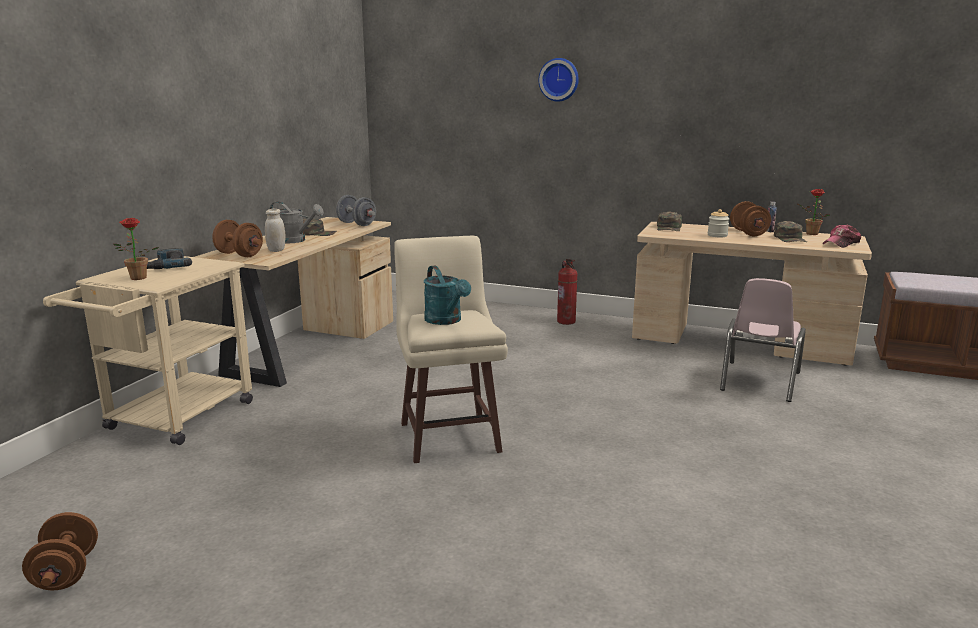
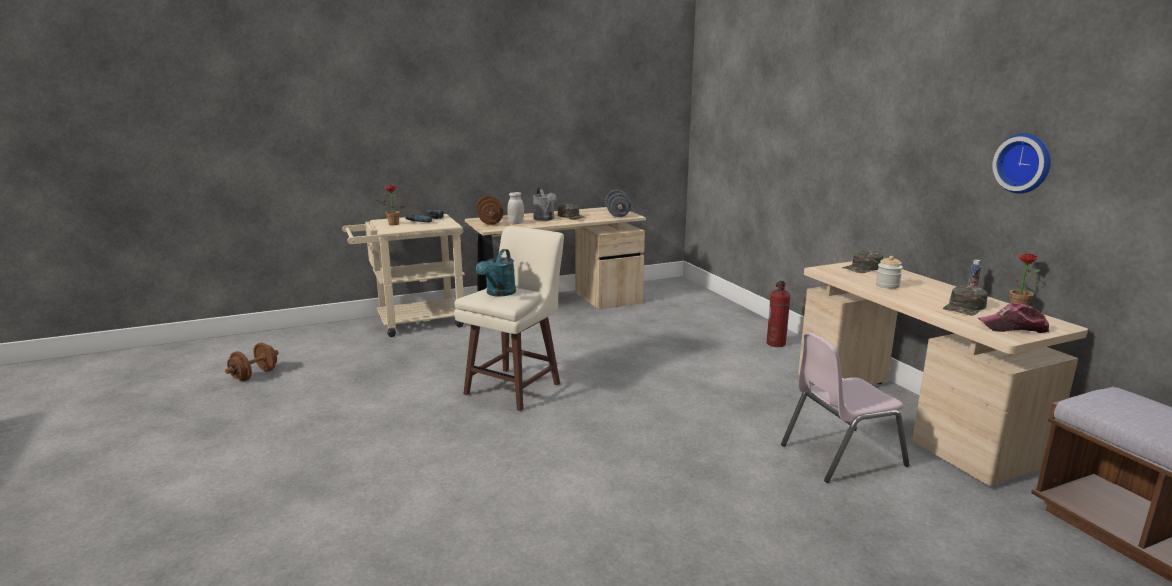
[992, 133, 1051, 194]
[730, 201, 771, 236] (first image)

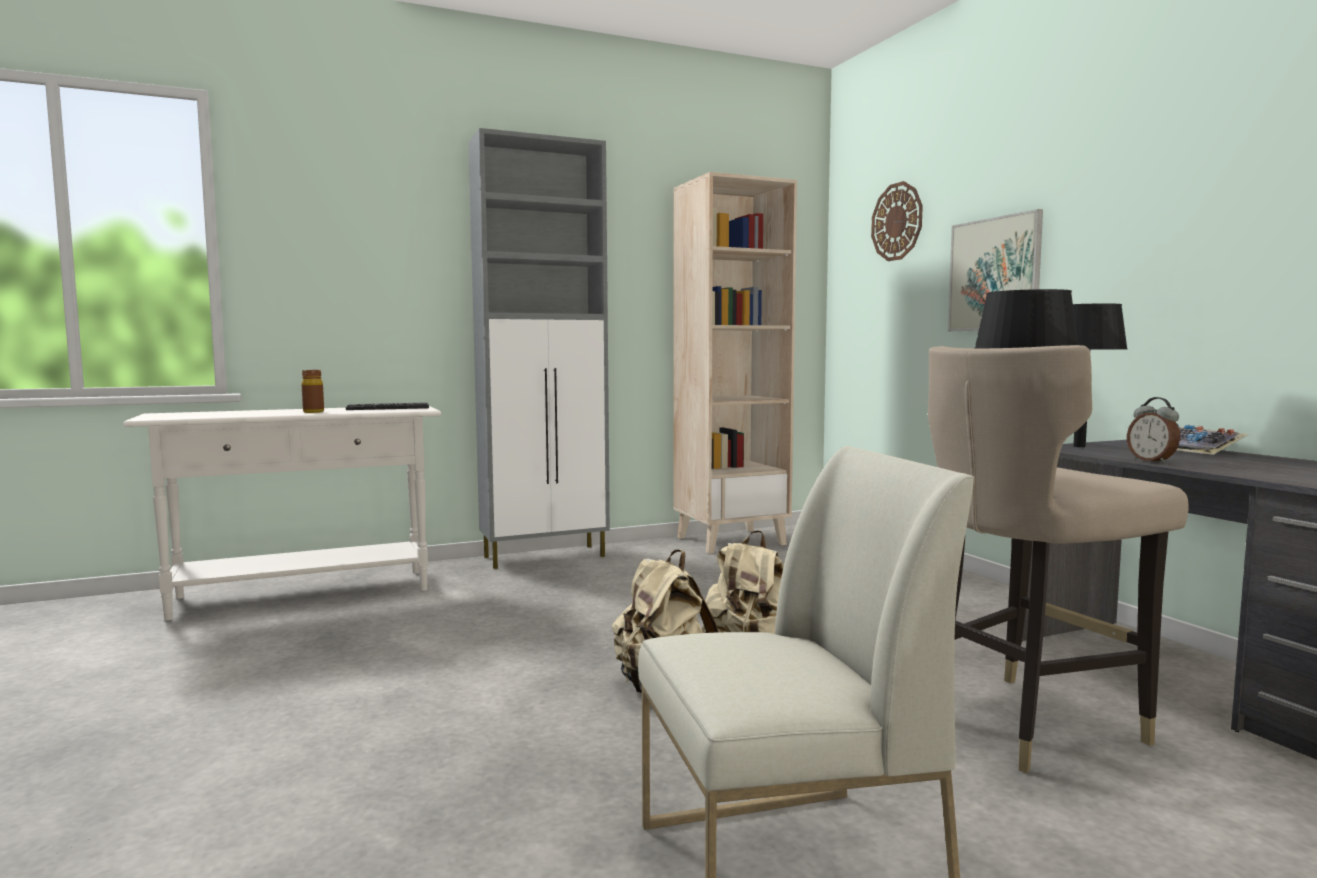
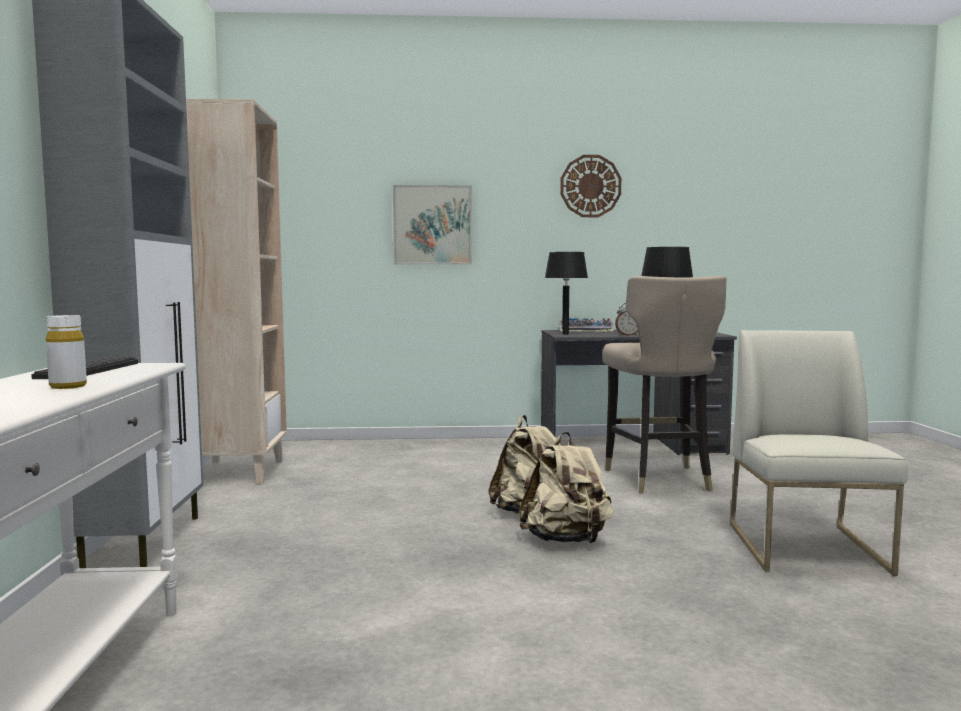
[560, 155, 622, 217]
[46, 315, 87, 389]

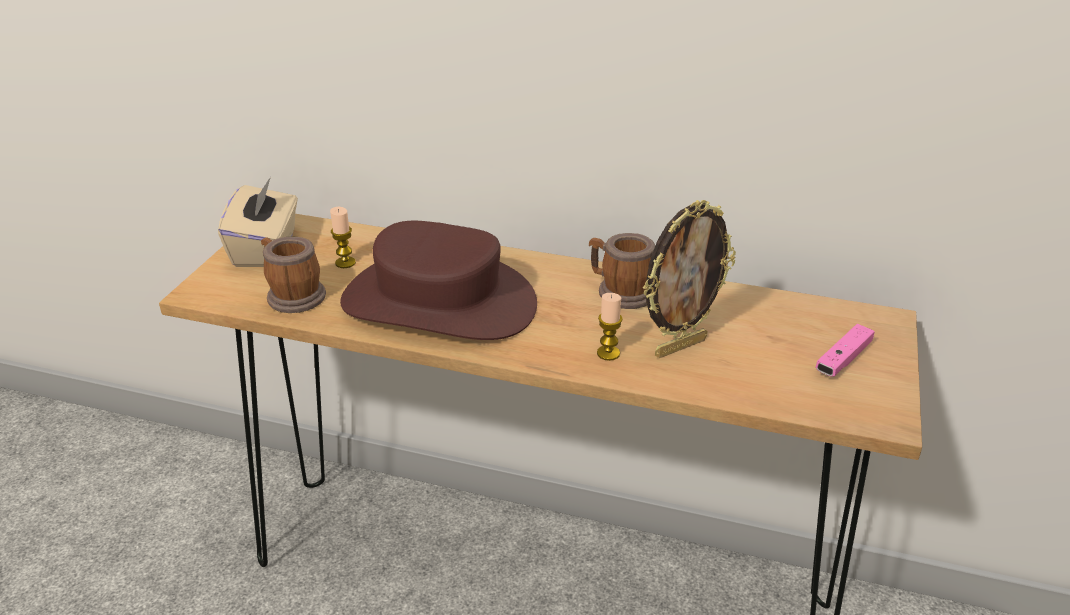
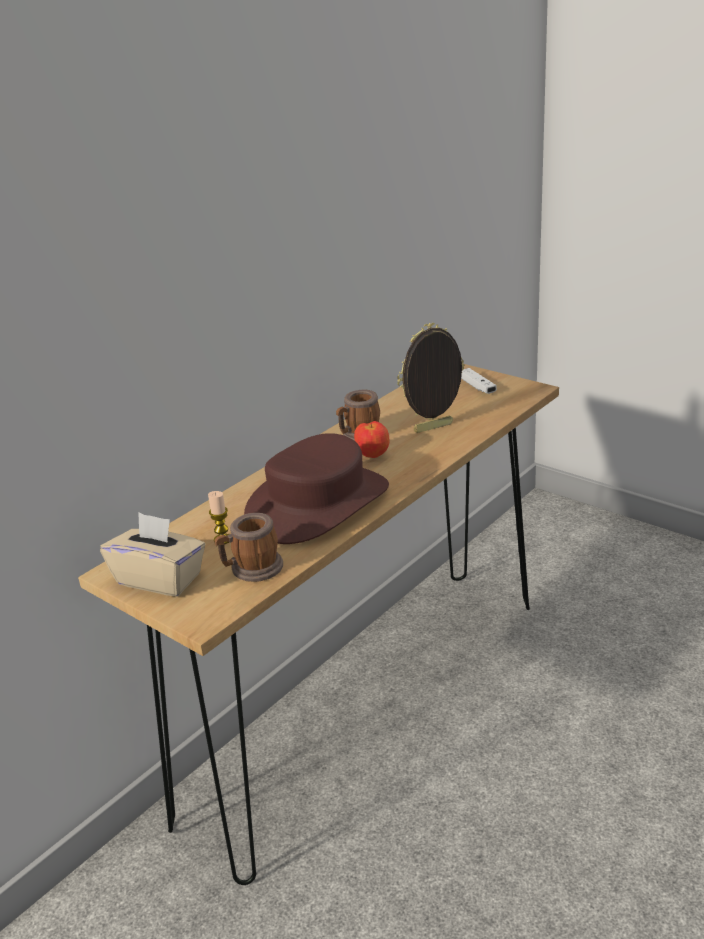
[397, 323, 464, 433]
[597, 293, 623, 361] (first image)
[461, 368, 497, 394]
[354, 421, 390, 458]

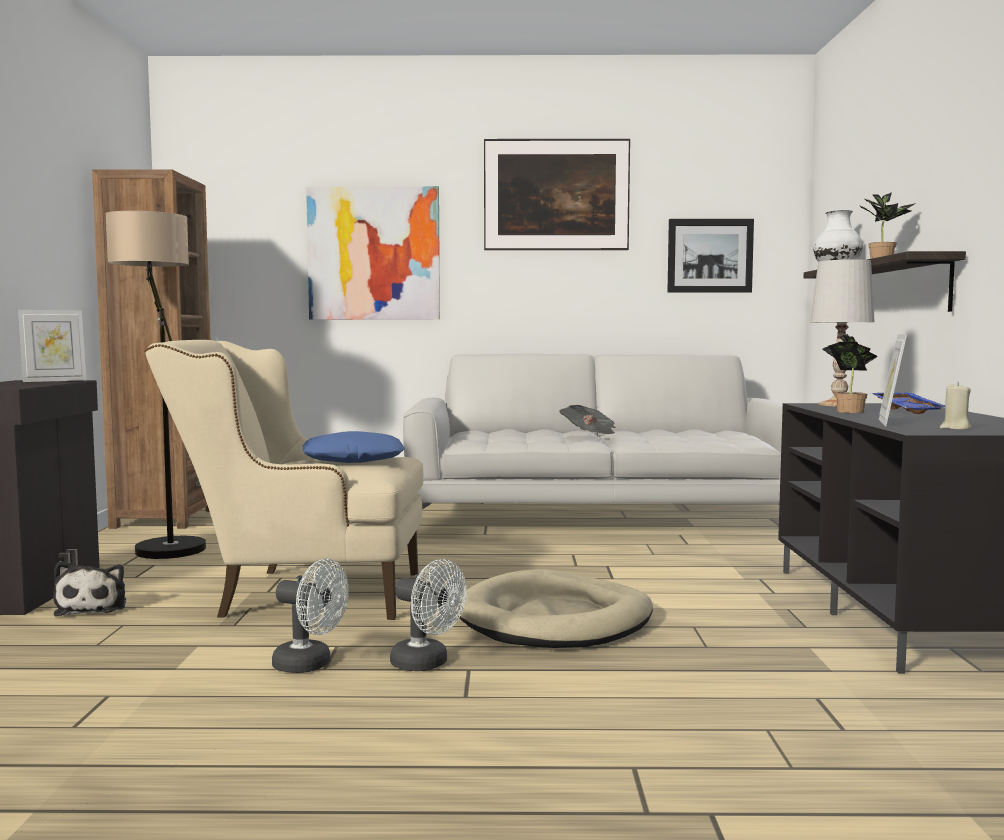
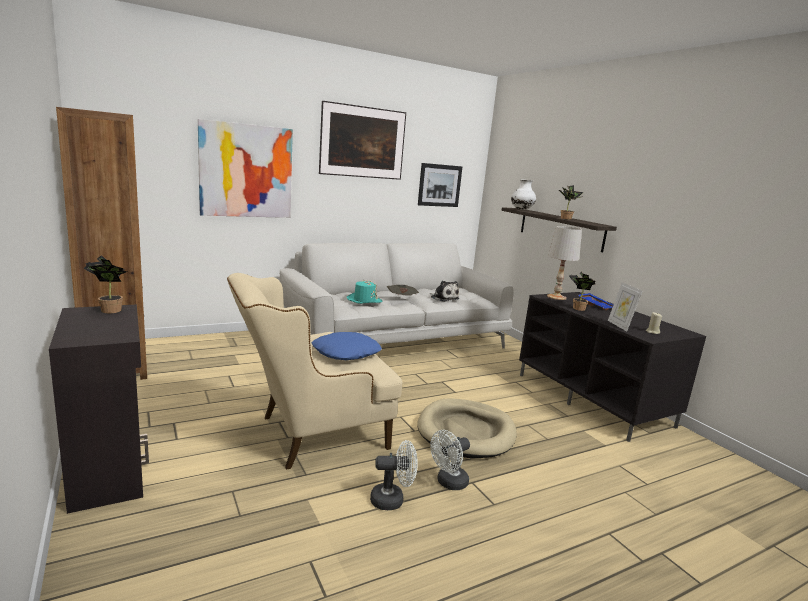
[106, 211, 206, 559] (first image)
[84, 255, 127, 313]
[430, 430, 470, 490]
[431, 281, 459, 302]
[347, 280, 382, 304]

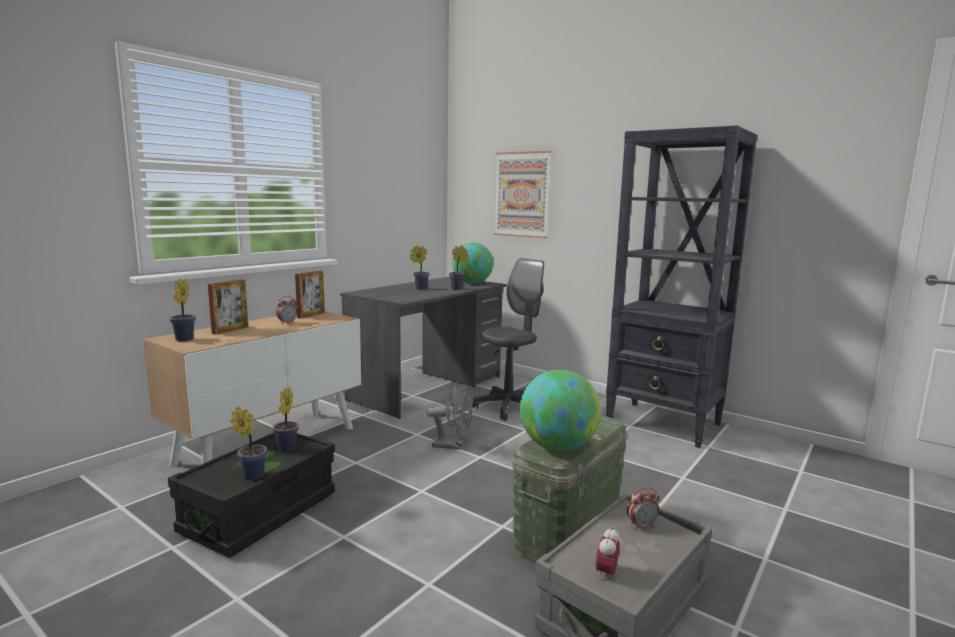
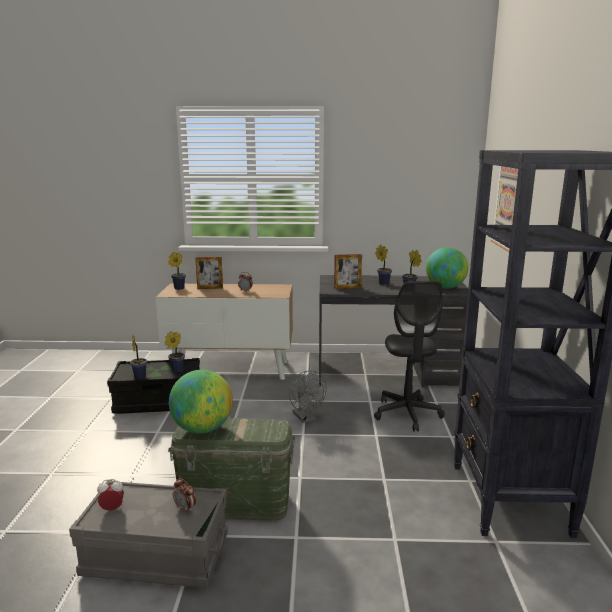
[374, 281, 445, 431]
[334, 254, 362, 289]

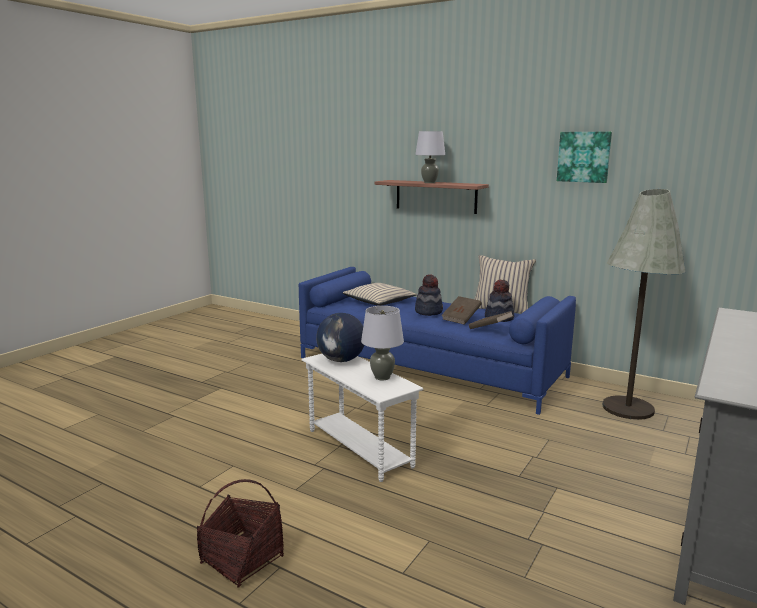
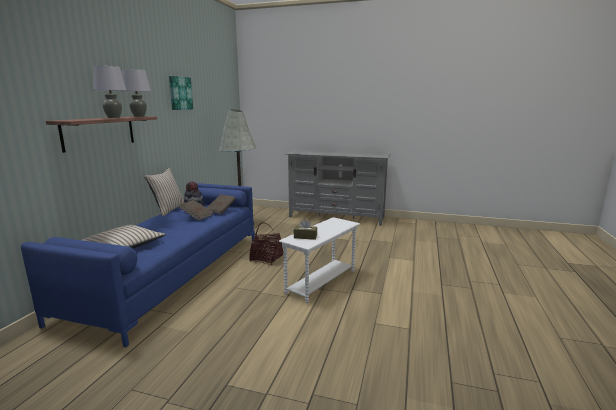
[415, 274, 443, 316] (first image)
[122, 69, 151, 117]
[294, 219, 317, 240]
[250, 222, 283, 265]

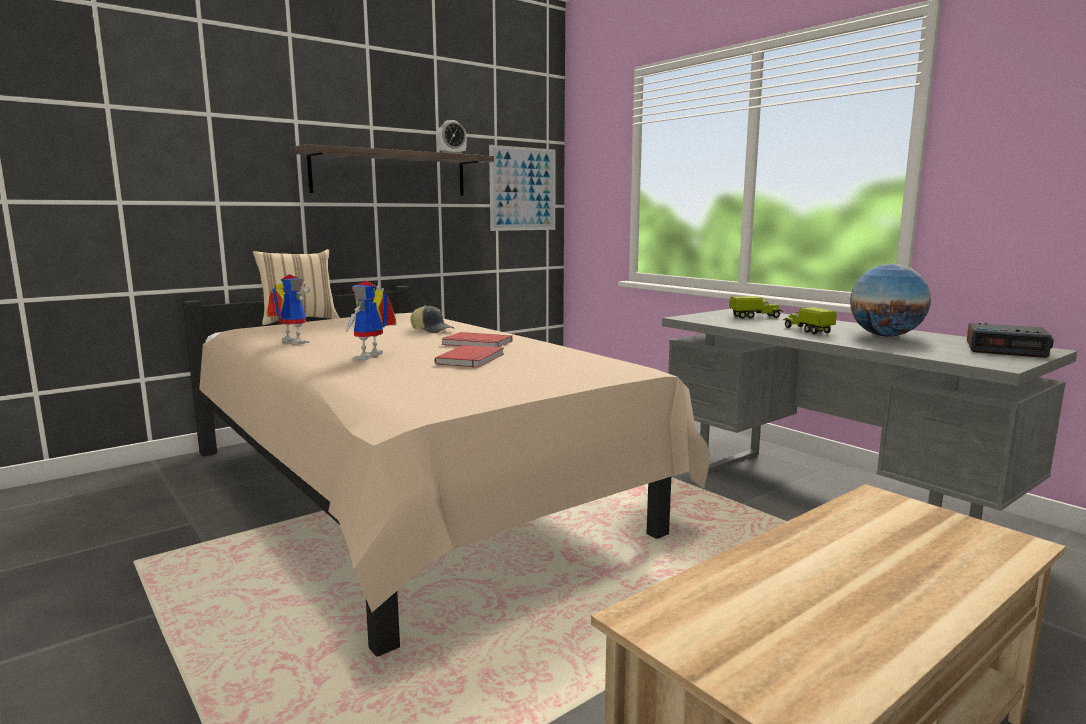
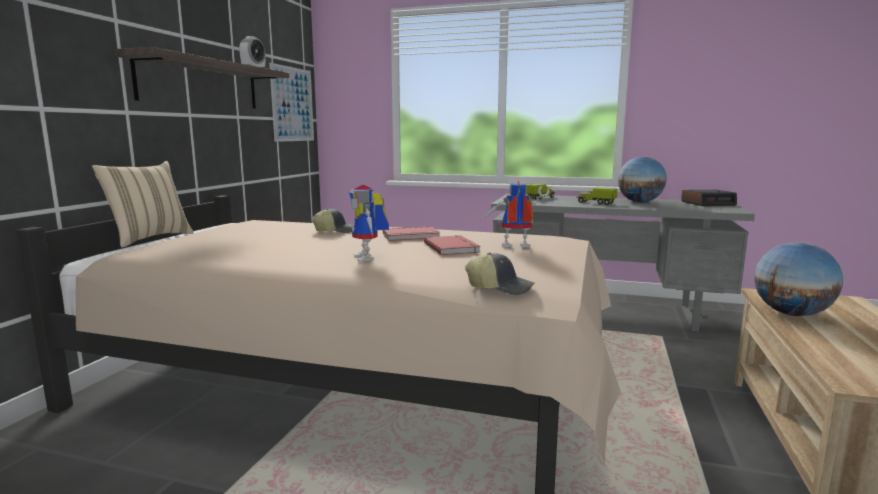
[481, 180, 549, 247]
[754, 242, 843, 316]
[465, 252, 535, 295]

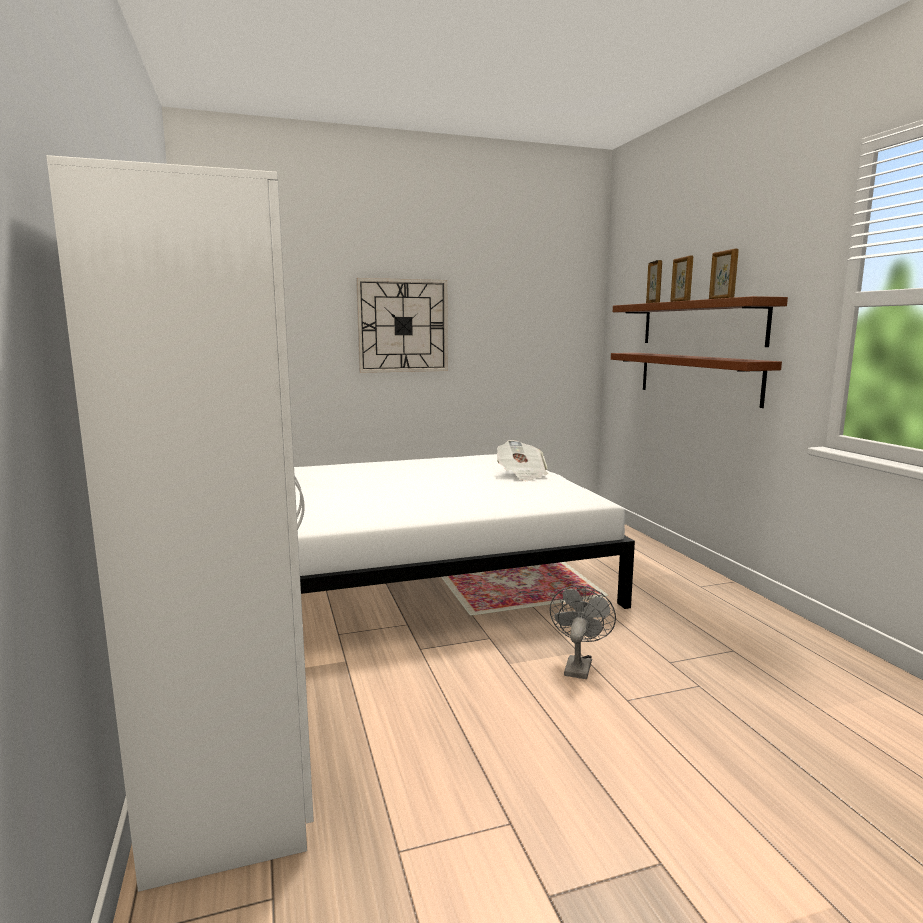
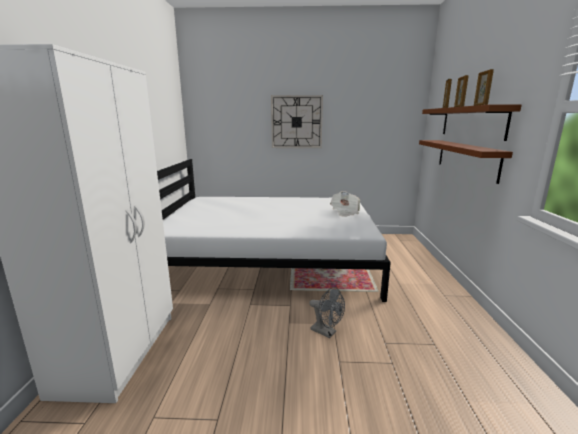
[309, 287, 345, 338]

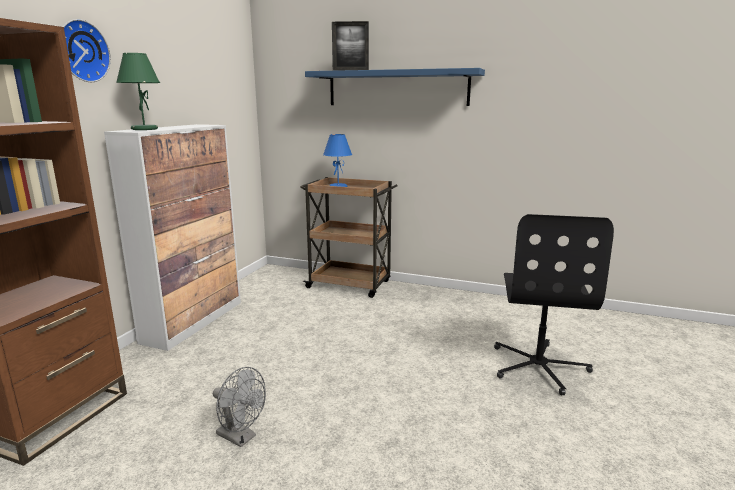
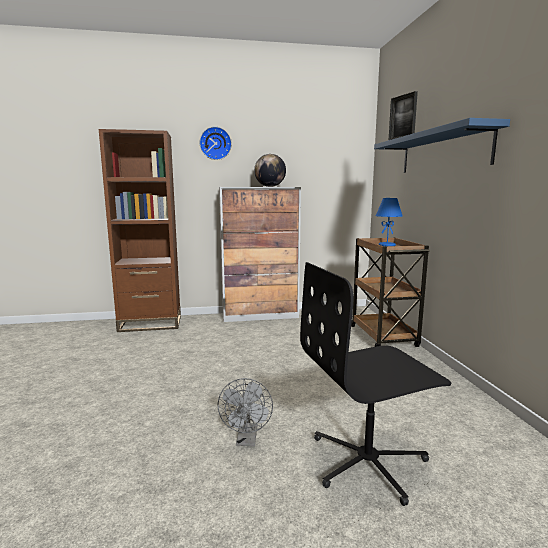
[116, 53, 160, 130] (first image)
[217, 378, 273, 446]
[254, 154, 286, 187]

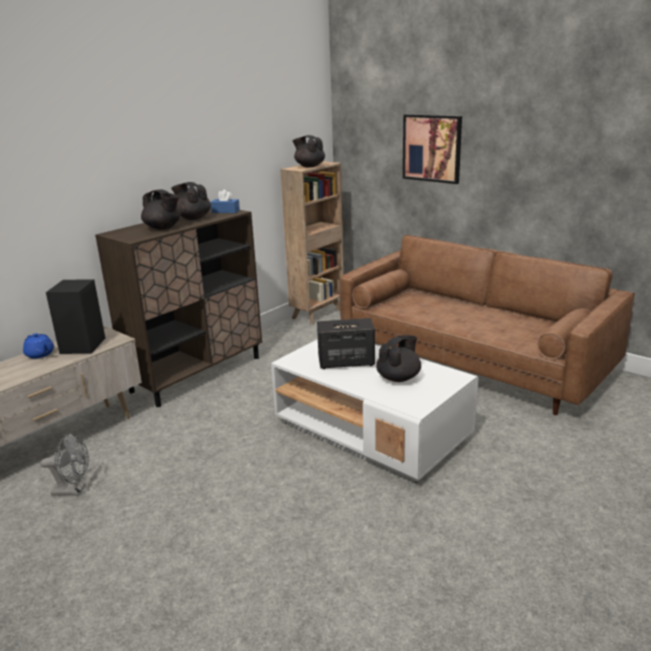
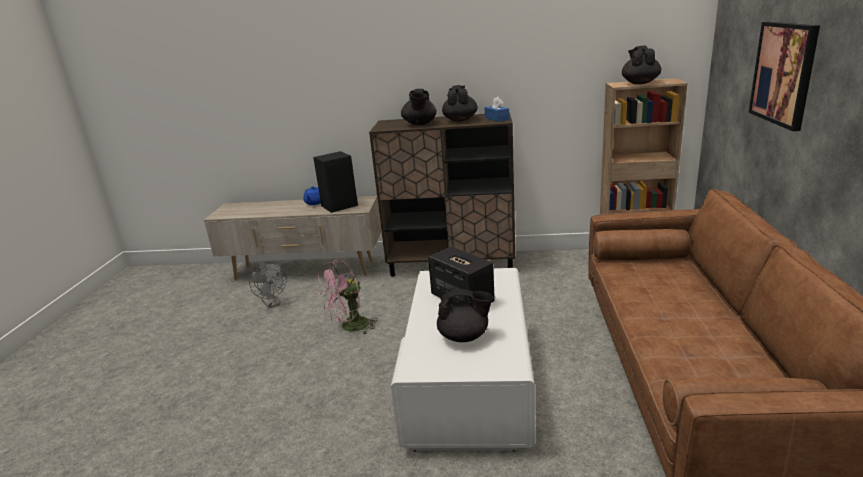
[318, 260, 378, 335]

